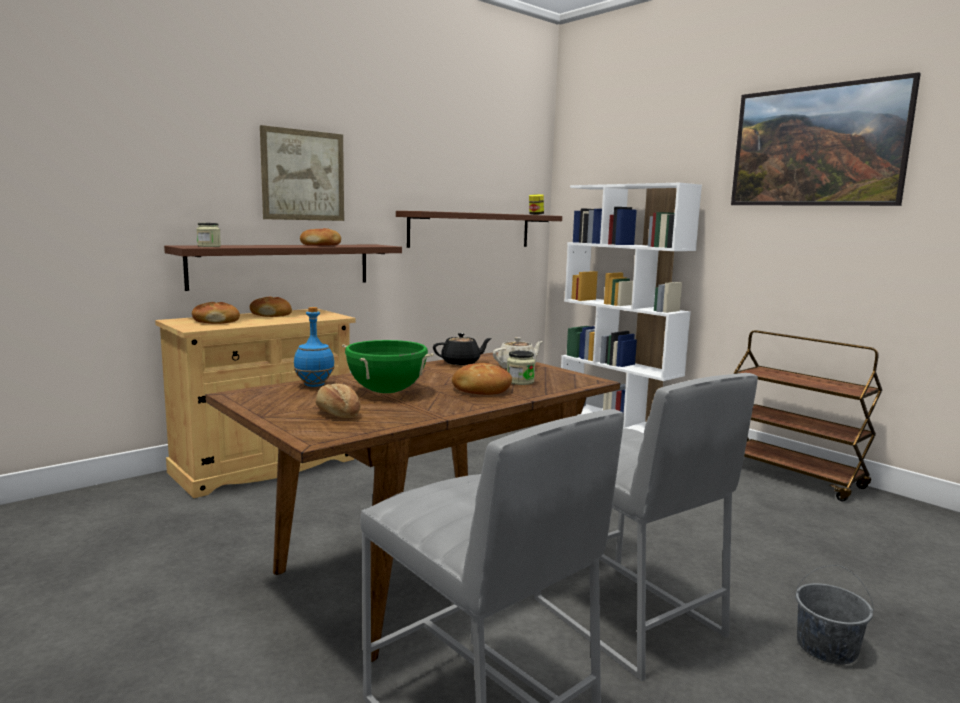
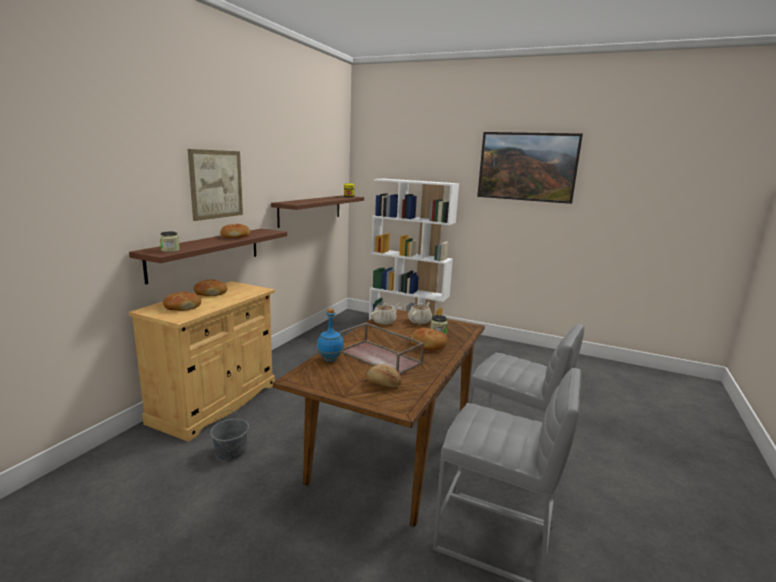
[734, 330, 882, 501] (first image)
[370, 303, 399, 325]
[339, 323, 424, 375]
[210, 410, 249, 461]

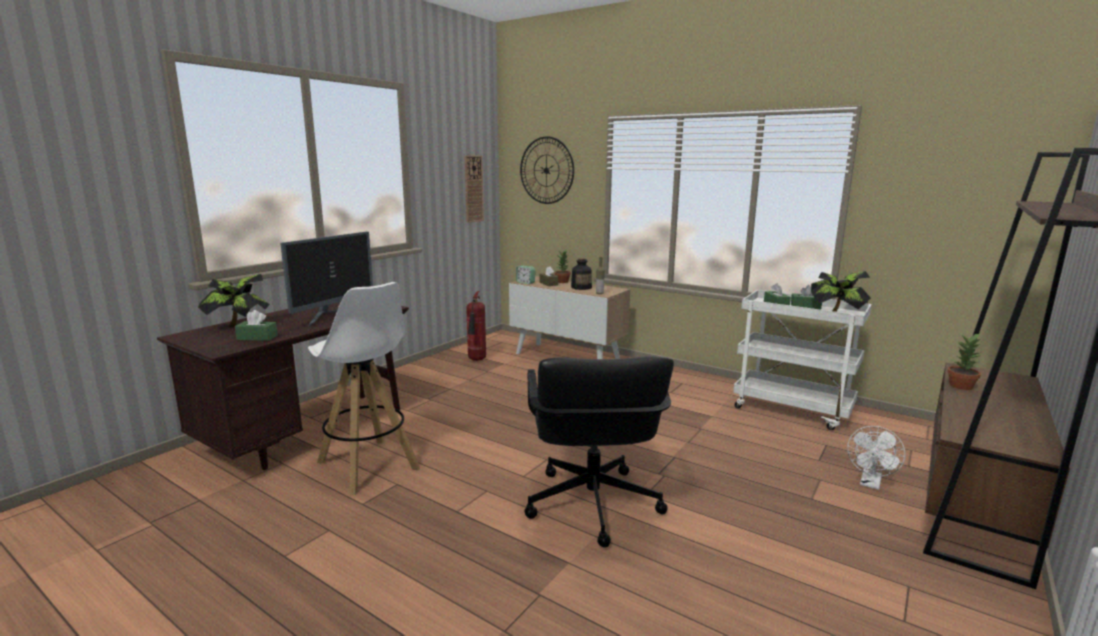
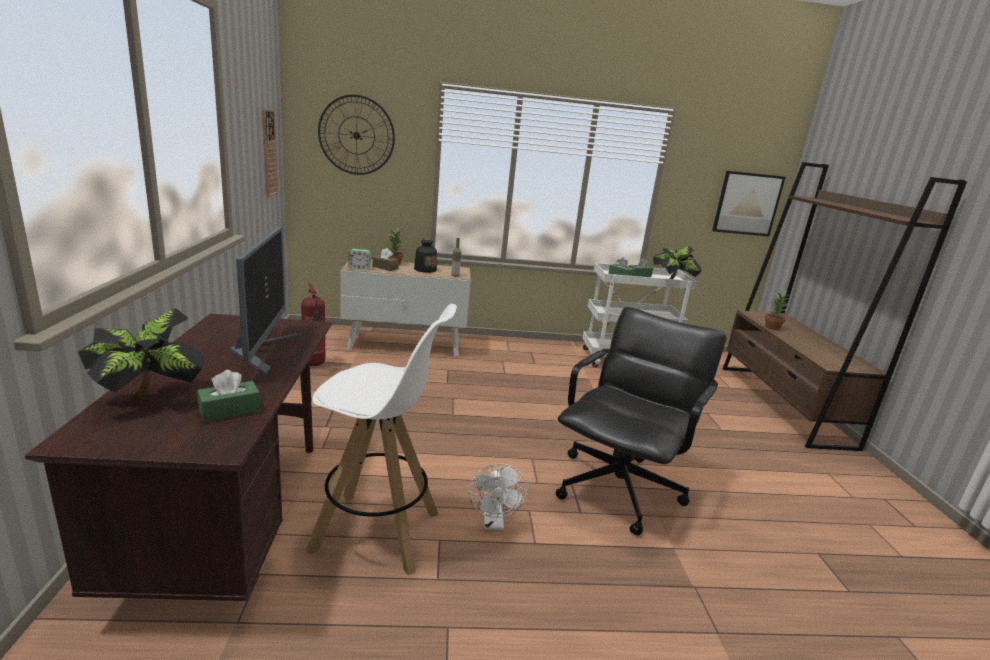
[556, 307, 727, 535]
[469, 463, 527, 530]
[712, 171, 786, 236]

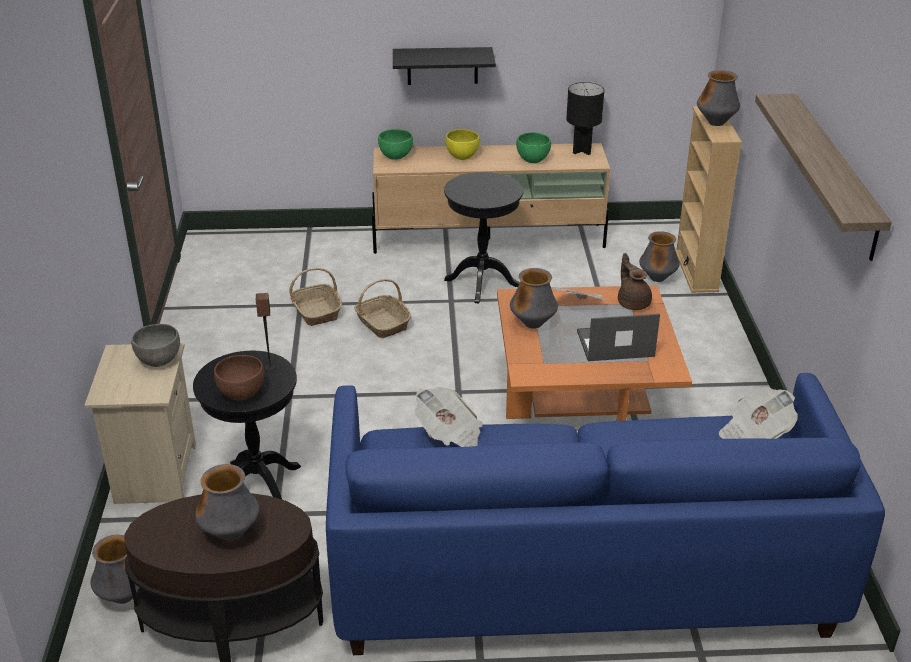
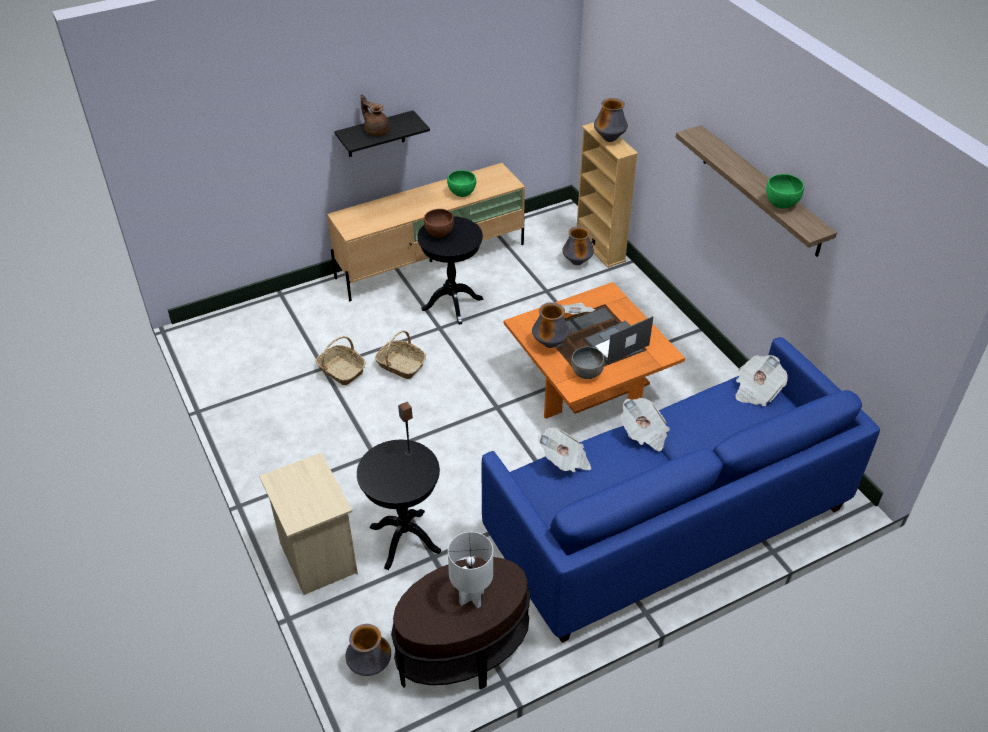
[566, 82, 604, 155] (first image)
[766, 174, 804, 209]
[445, 129, 480, 160] (first image)
[360, 94, 390, 136]
[571, 346, 605, 379]
[424, 209, 454, 238]
[448, 532, 493, 608]
[621, 398, 670, 451]

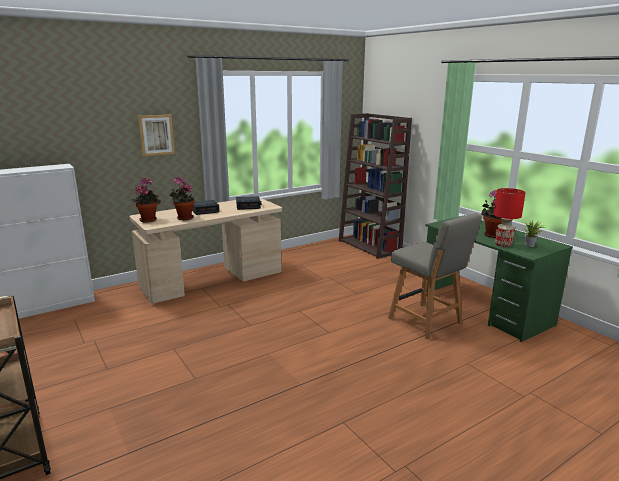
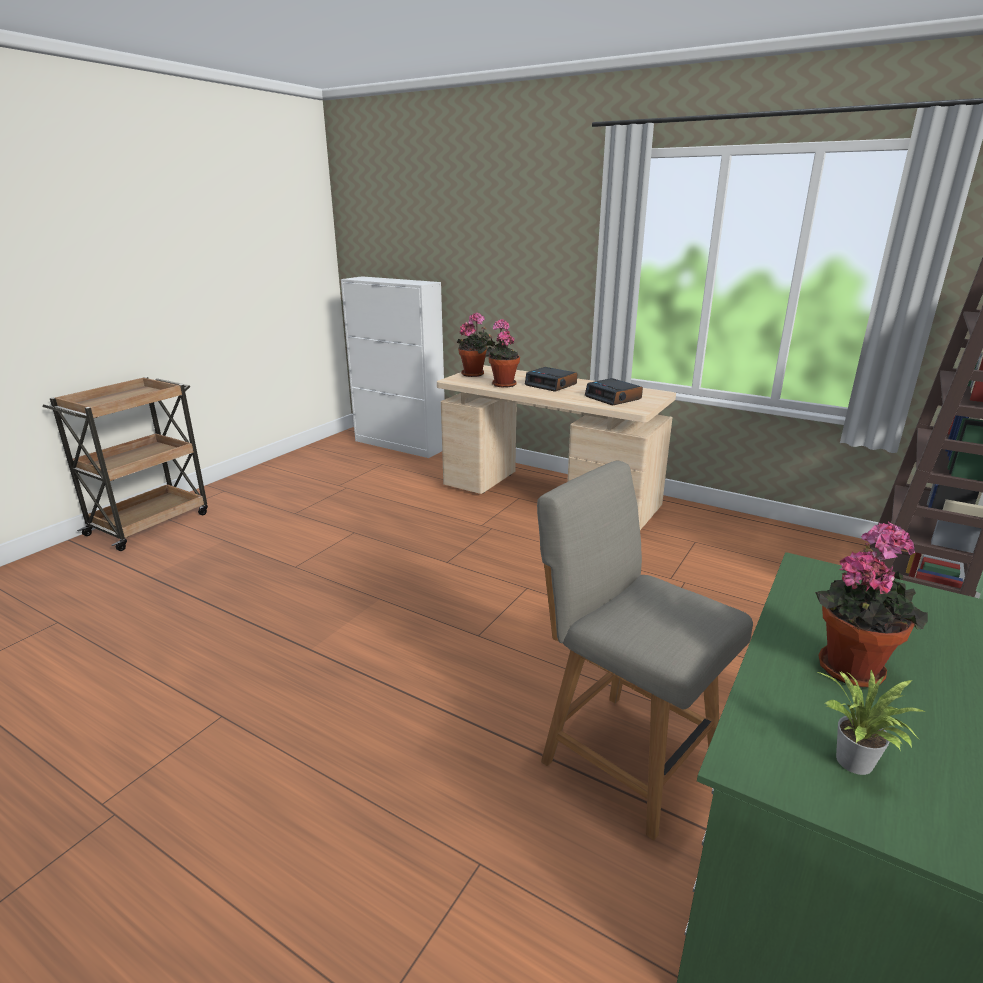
[138, 115, 175, 156] (first image)
[494, 188, 526, 247] (first image)
[537, 461, 753, 840]

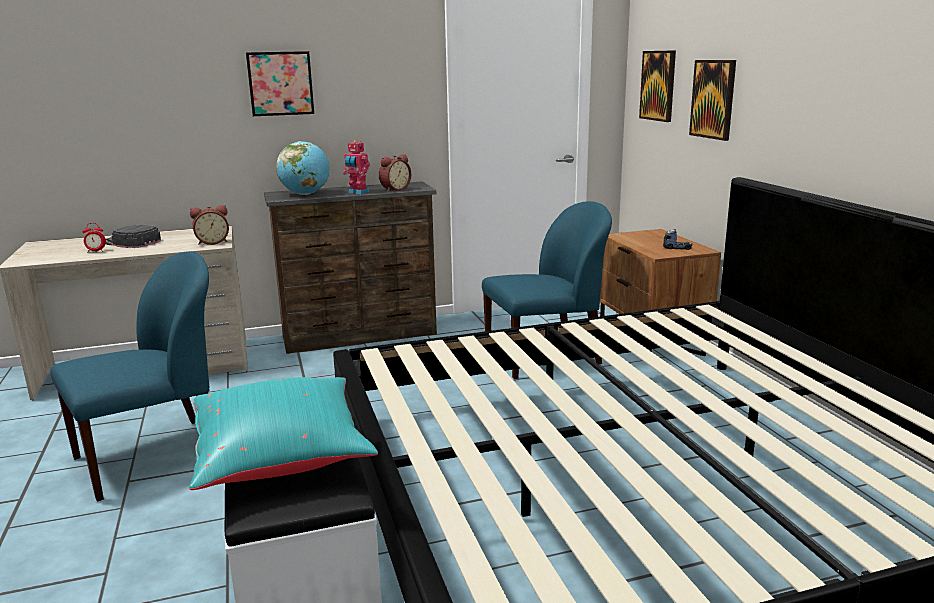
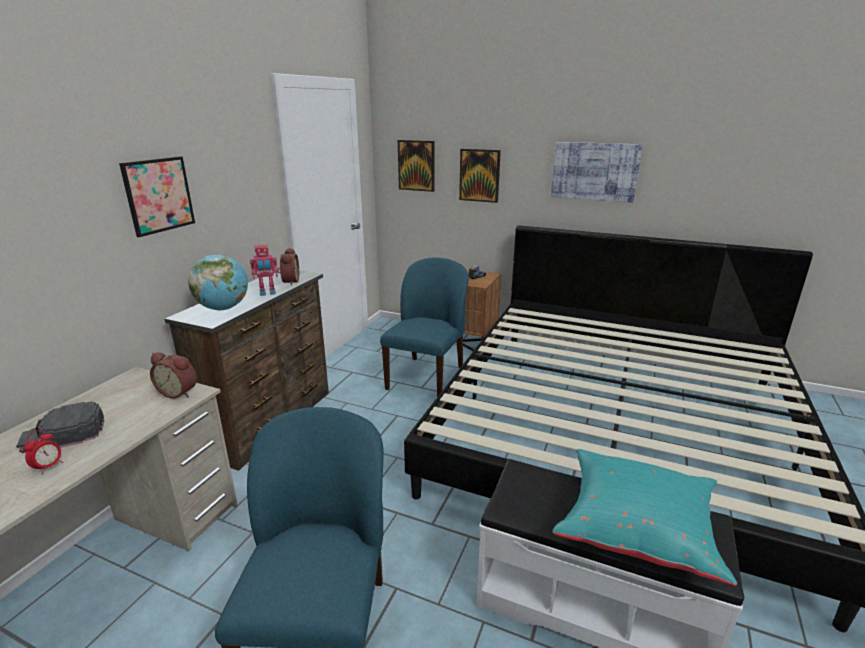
[150, 352, 197, 398]
[551, 142, 643, 203]

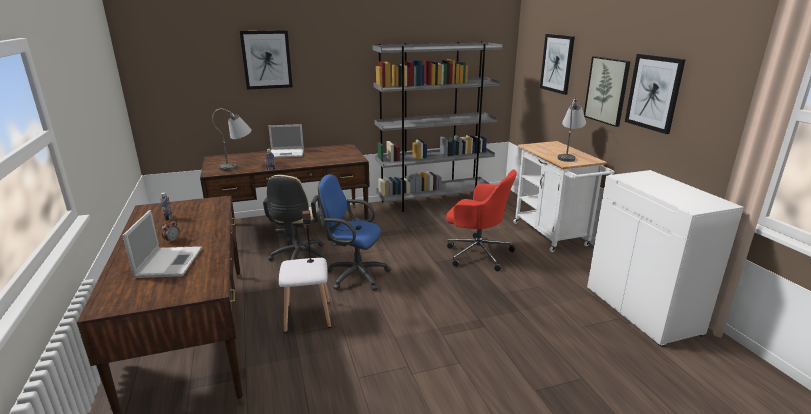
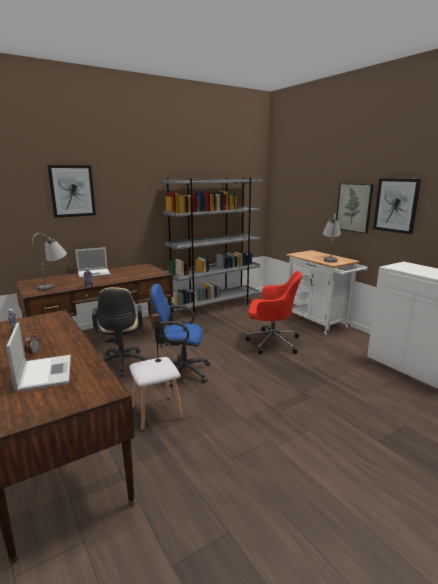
[540, 34, 575, 95] (first image)

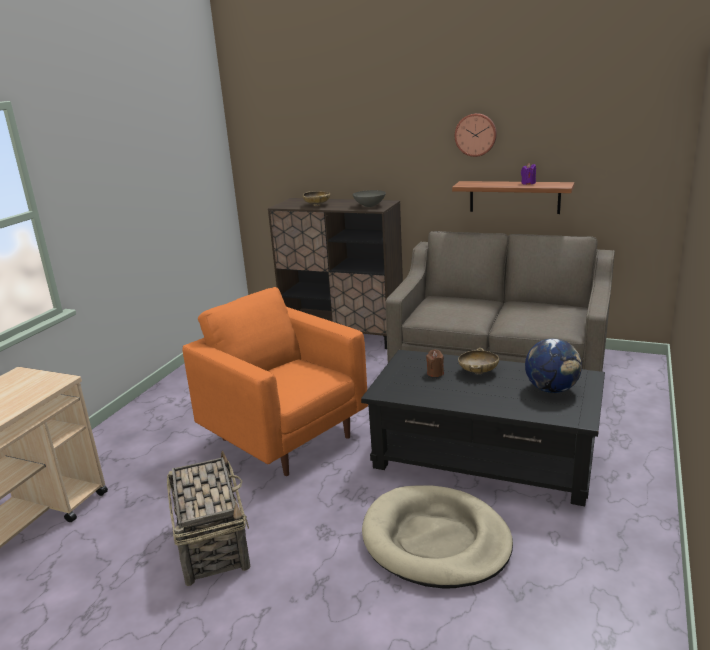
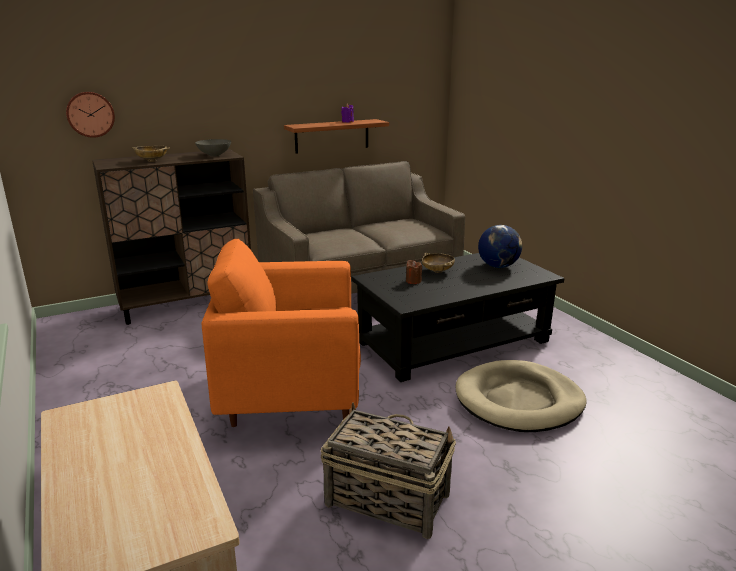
[66, 92, 115, 138]

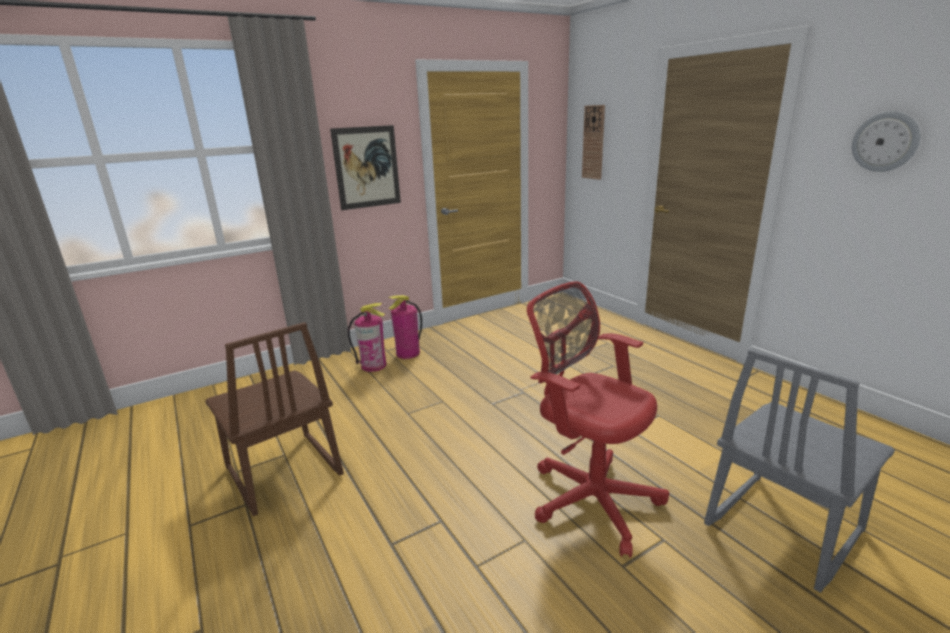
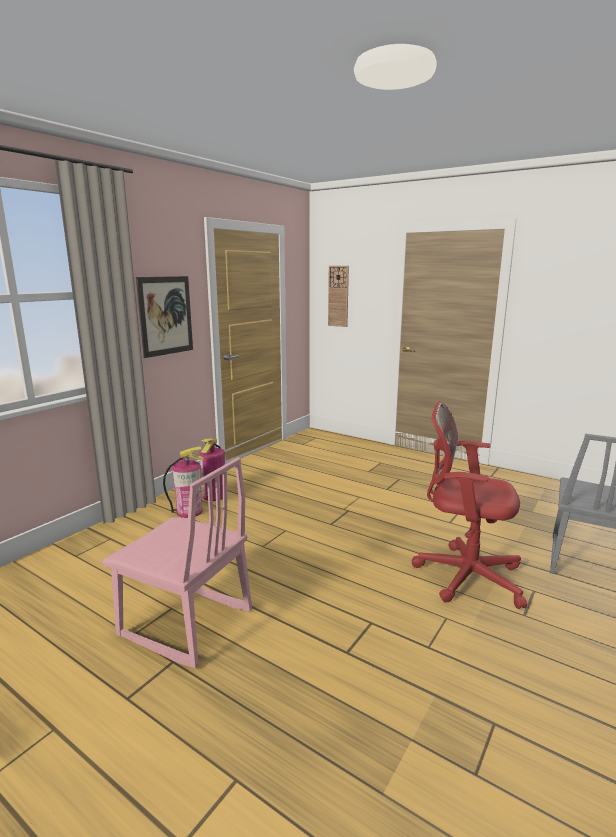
[852, 111, 921, 172] (first image)
[102, 457, 252, 668]

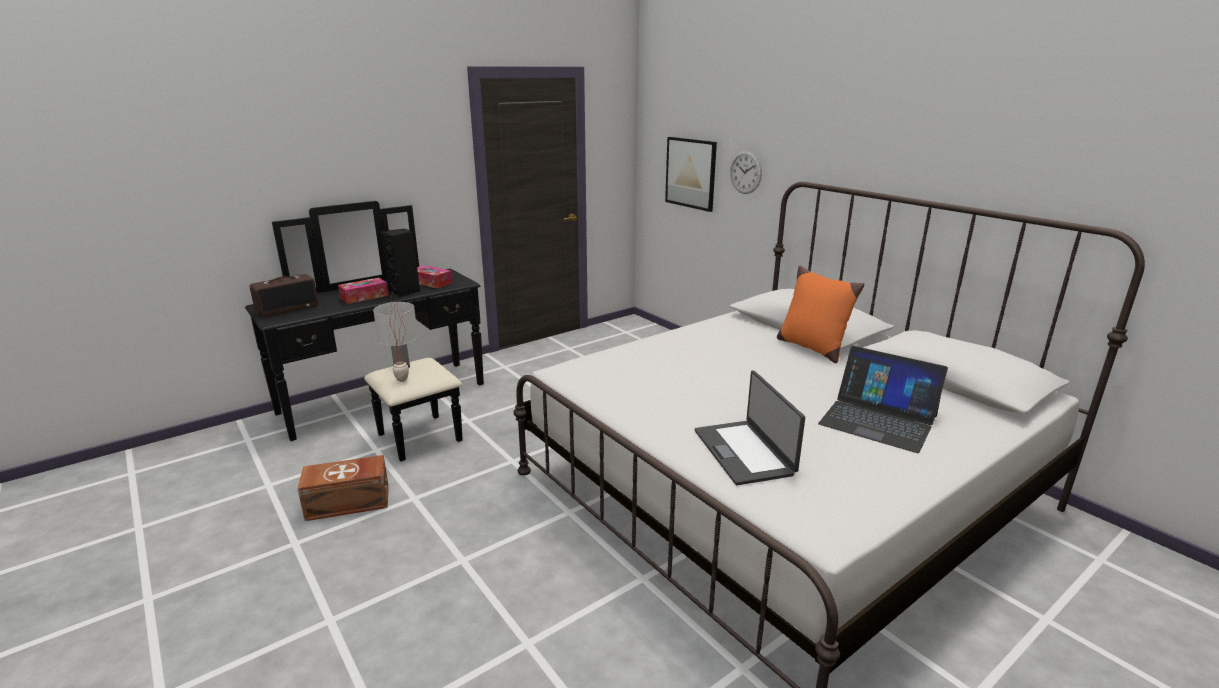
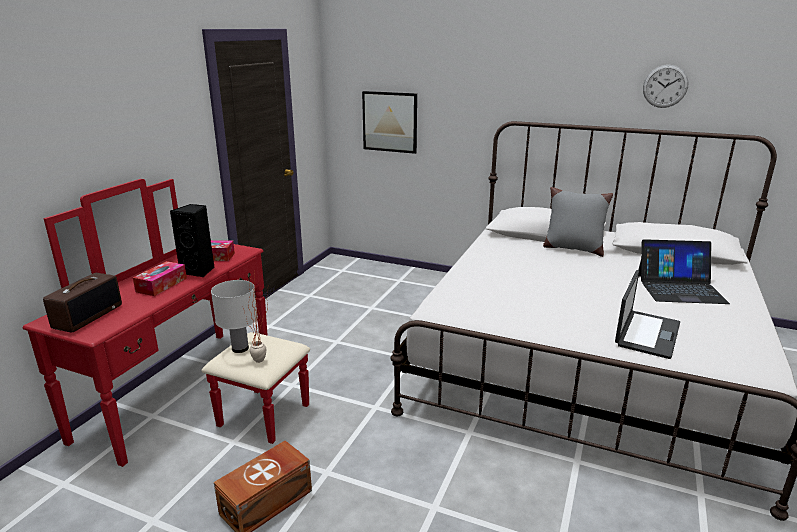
[643, 65, 688, 108]
[23, 179, 310, 467]
[543, 187, 613, 257]
[615, 270, 680, 359]

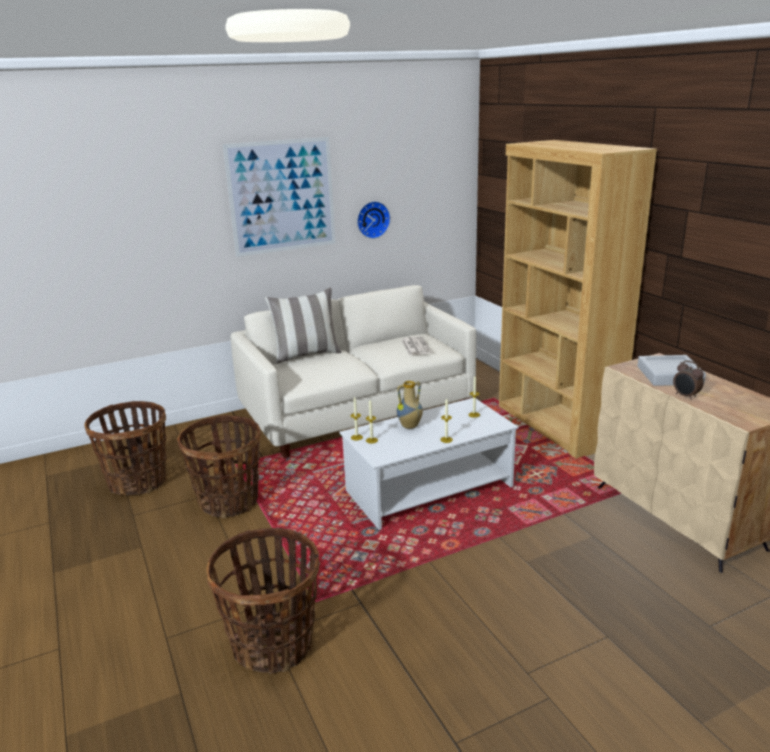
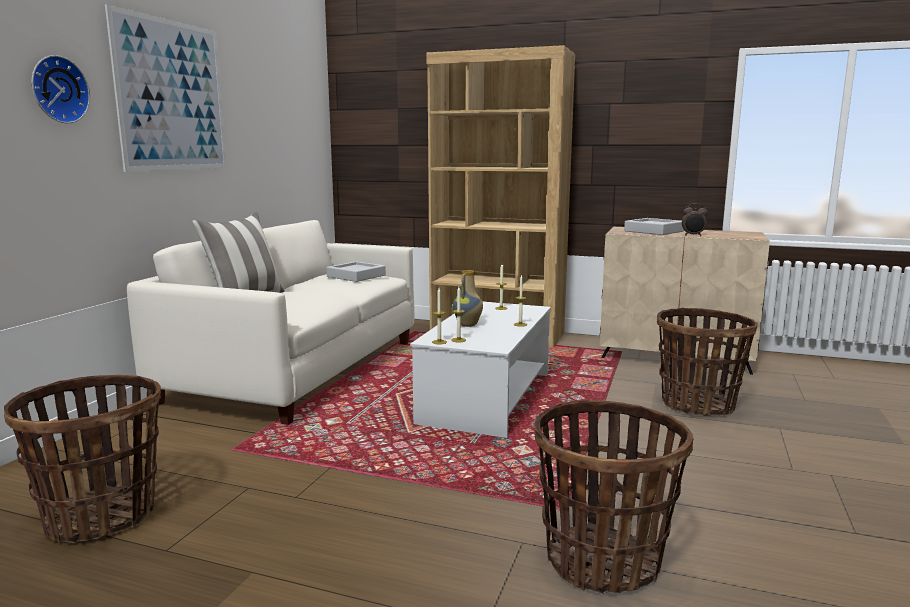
[32, 55, 90, 124]
[326, 261, 386, 282]
[657, 308, 758, 416]

